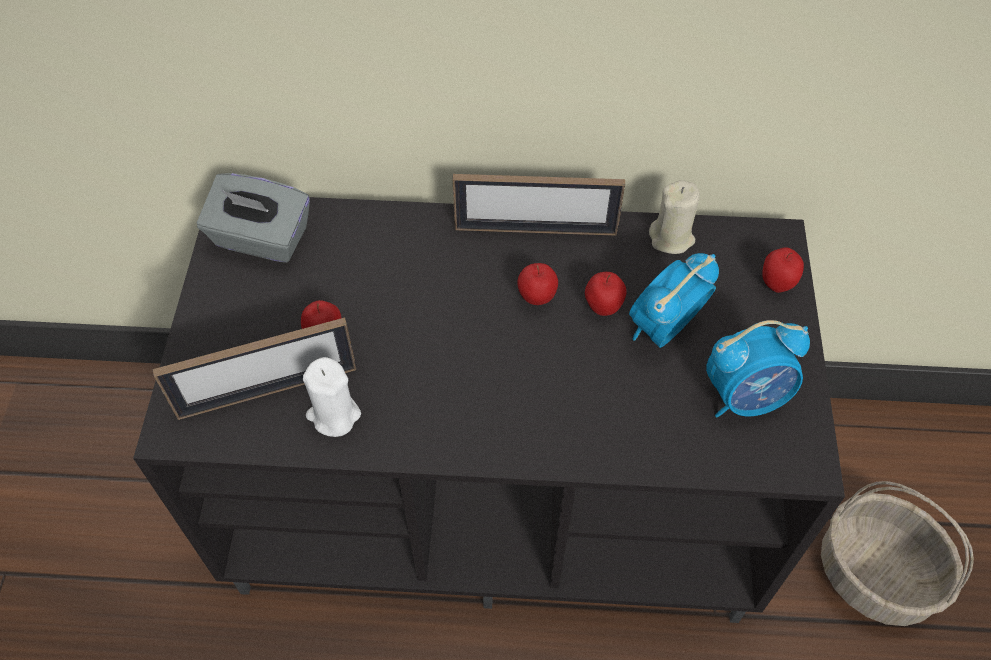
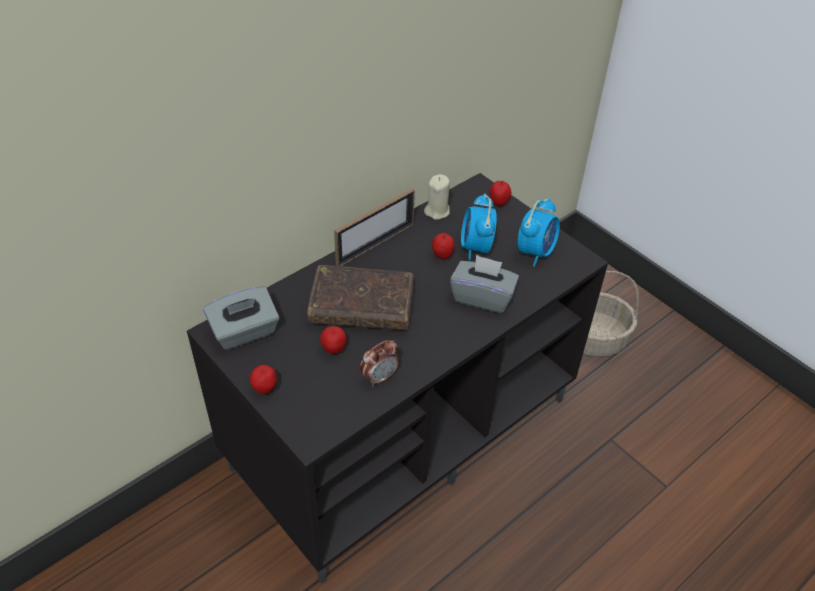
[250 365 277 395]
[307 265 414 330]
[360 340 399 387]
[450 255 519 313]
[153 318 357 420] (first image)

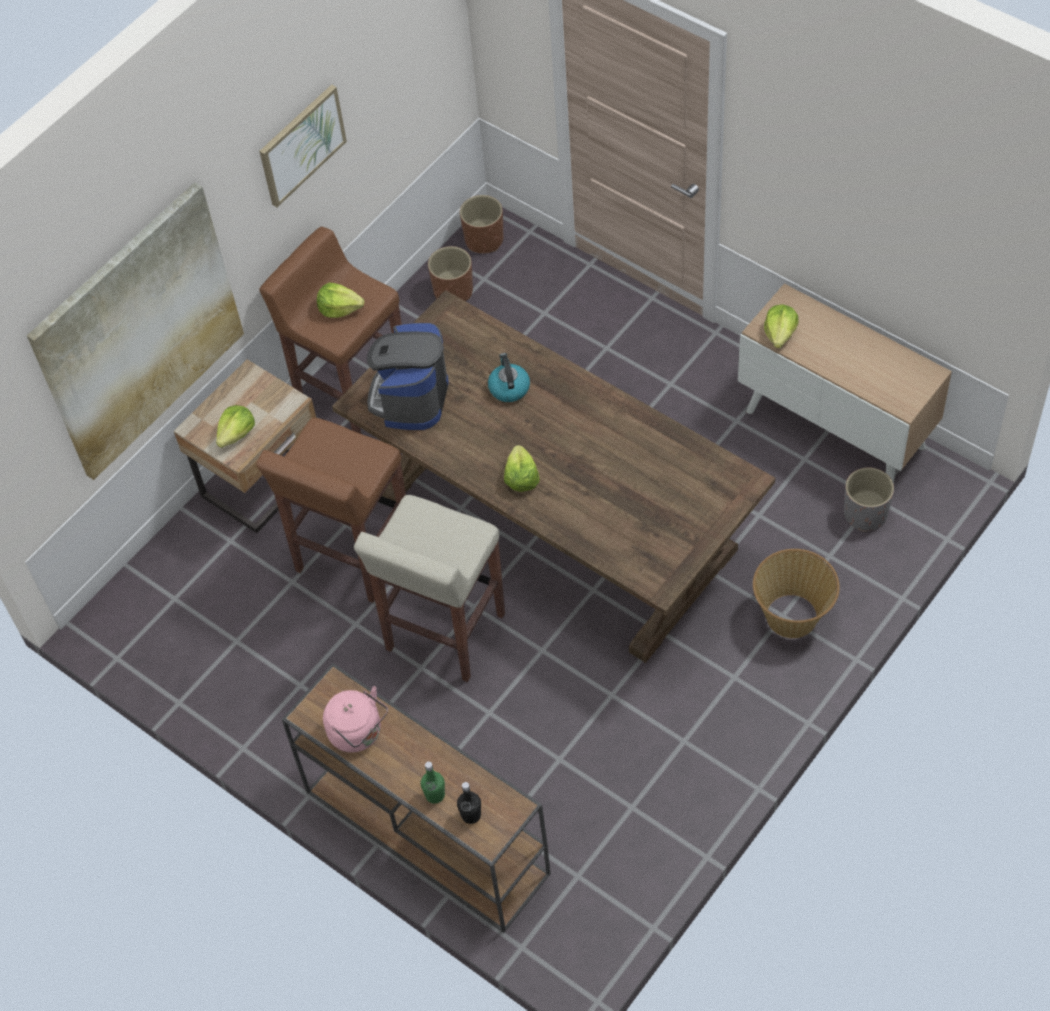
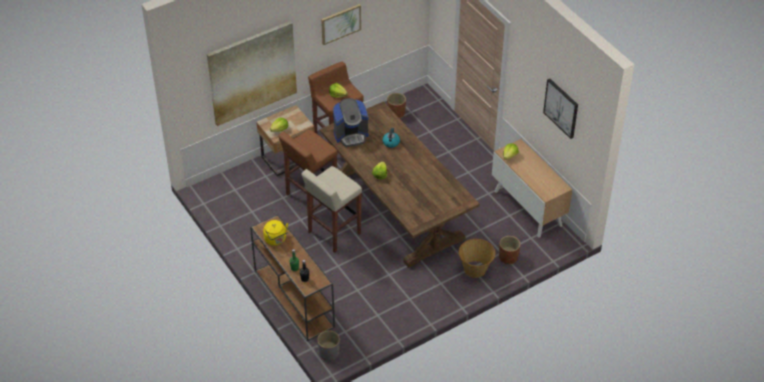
[263 220 289 245]
[317 330 340 360]
[333 98 369 147]
[499 236 521 264]
[543 79 578 139]

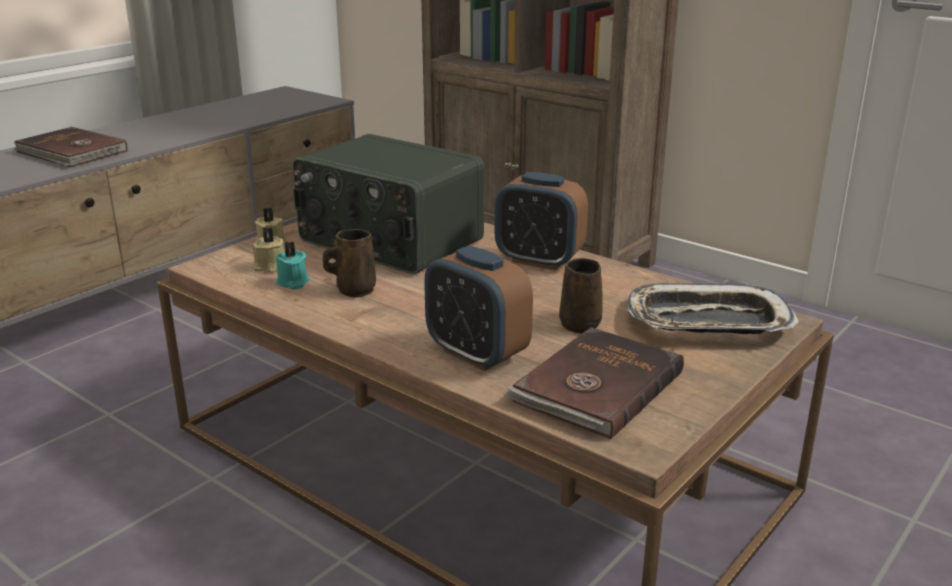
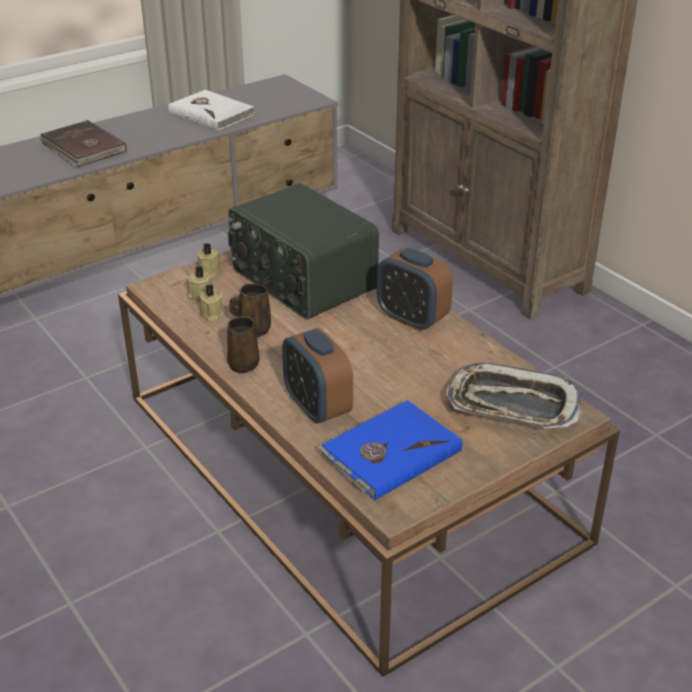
[168 90 255 131]
[199 284 224 322]
[227 316 260 373]
[317 400 462 500]

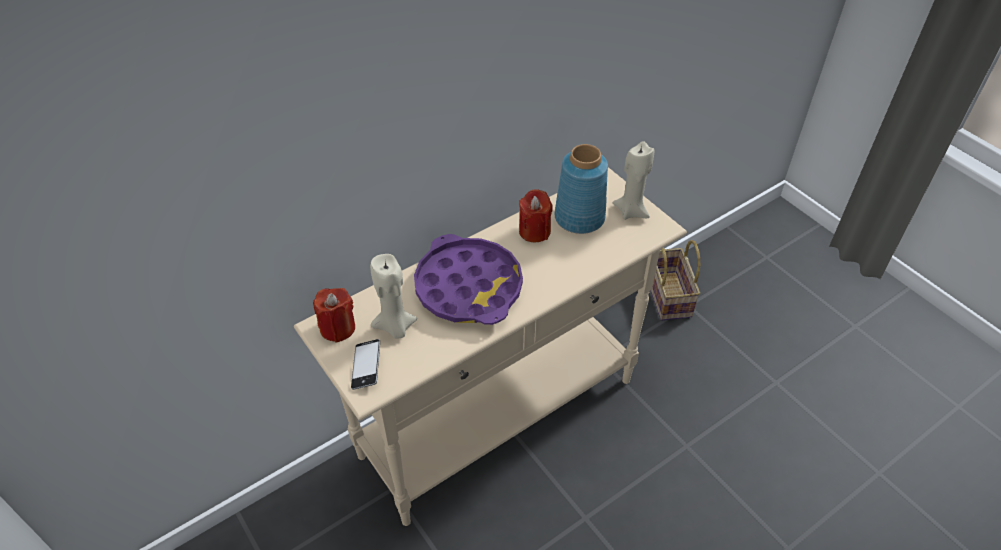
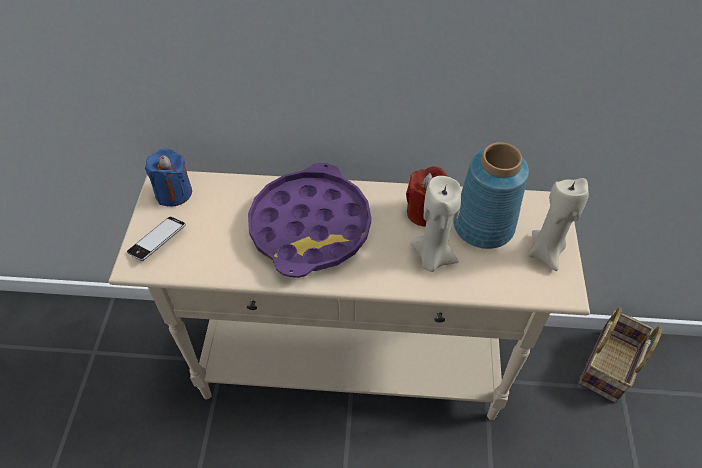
[145 148 192 207]
[410 176 461 272]

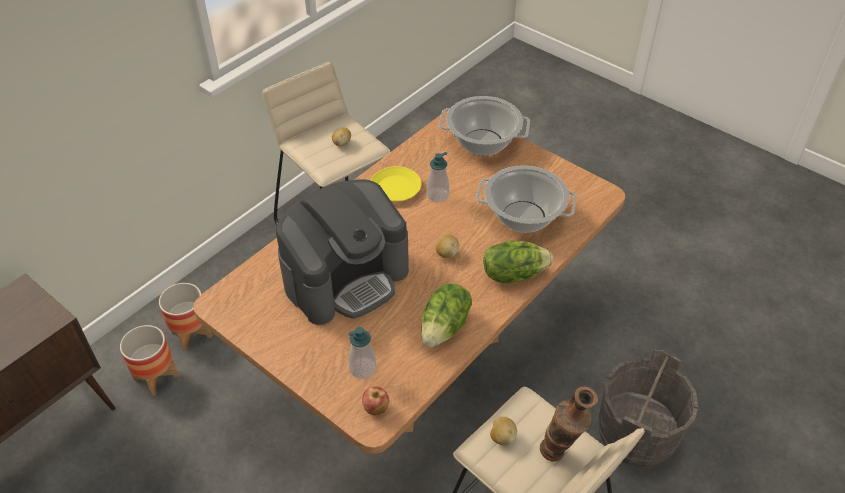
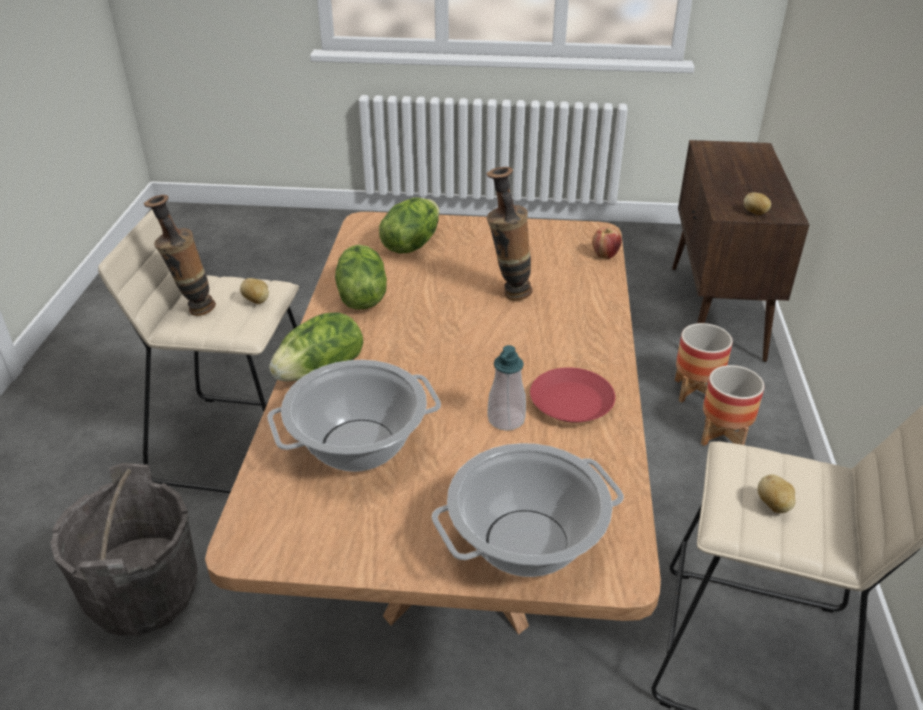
[379 198 439 253]
[487 167 533 300]
[530 367 615 423]
[592 227 622 259]
[744 192 771 215]

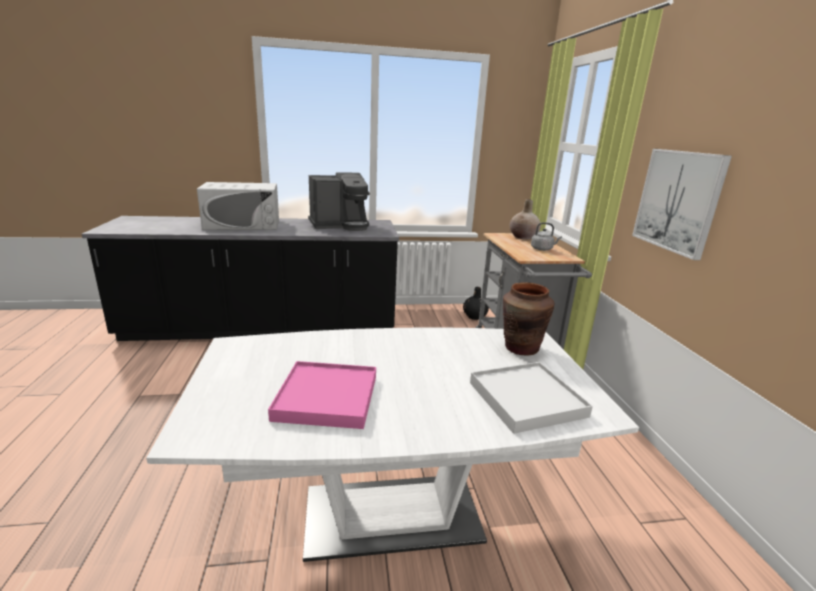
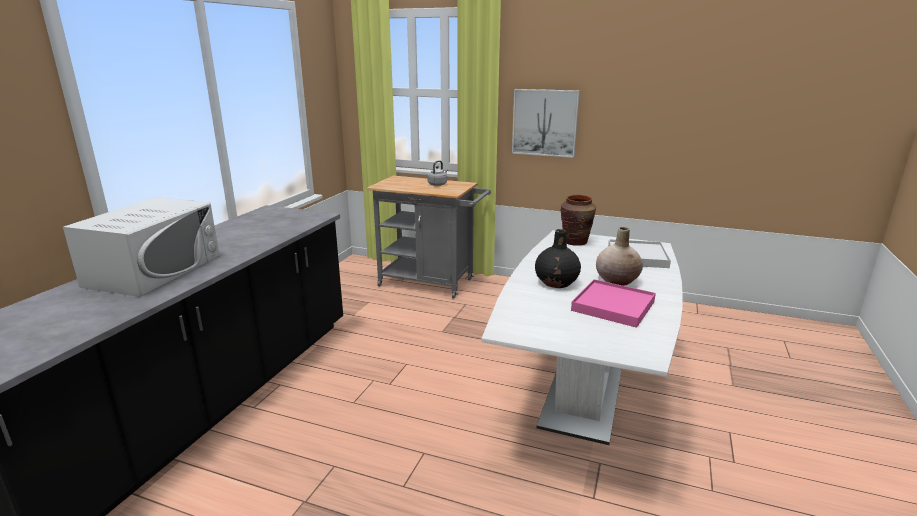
[535 229 581 288]
[596 227 643 286]
[308 173 370 231] (first image)

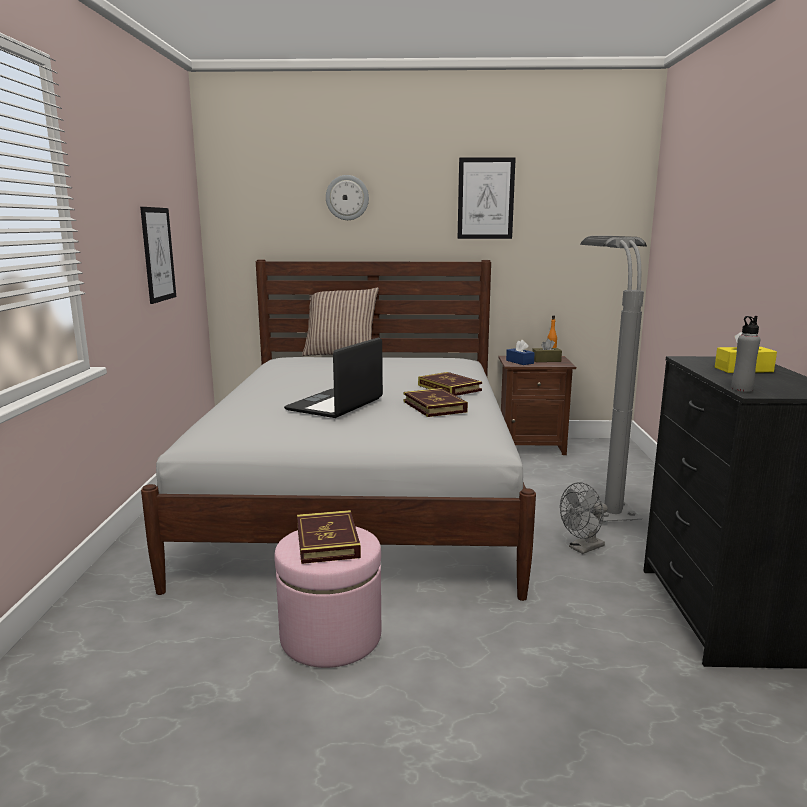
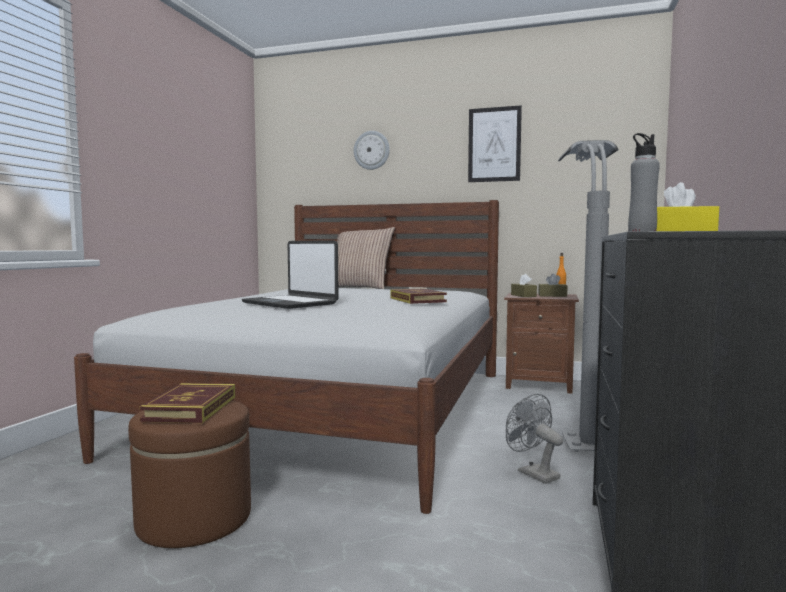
[128 400 251 548]
[242 240 339 309]
[506 394 563 484]
[511 273 537 297]
[140 207 176 304] (first image)
[403 388 468 417] (first image)

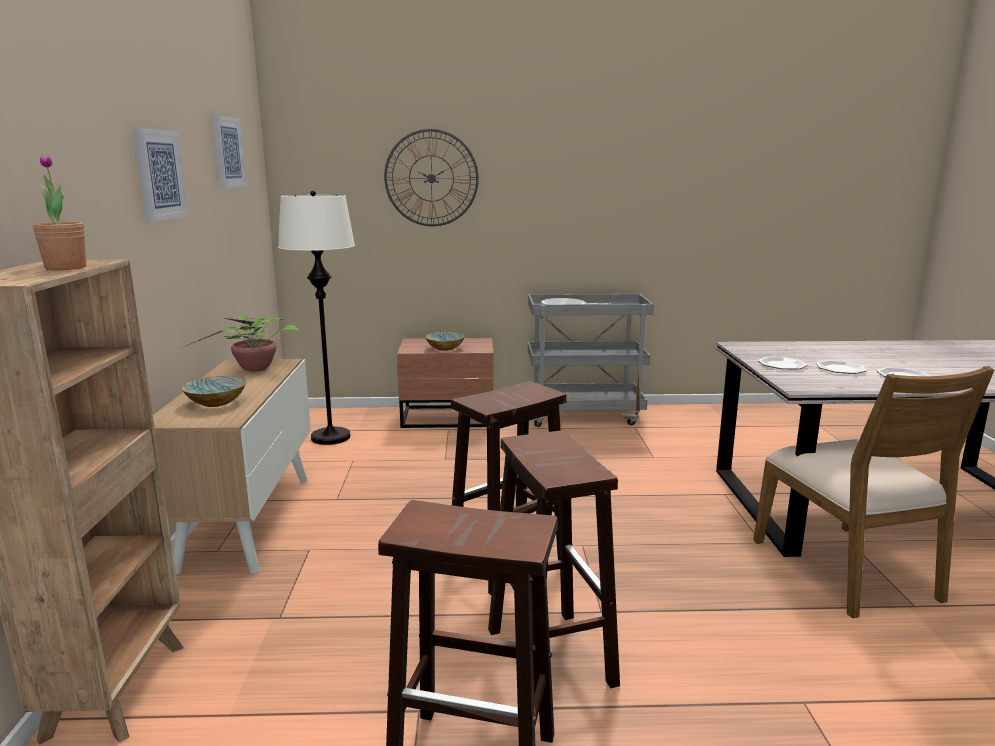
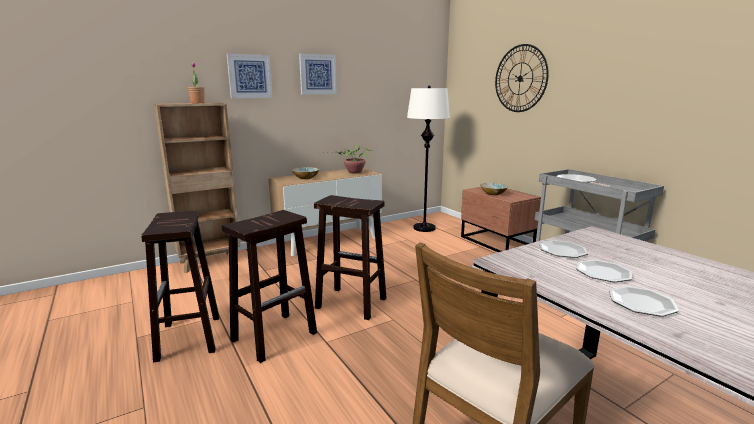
[227 54 273 98]

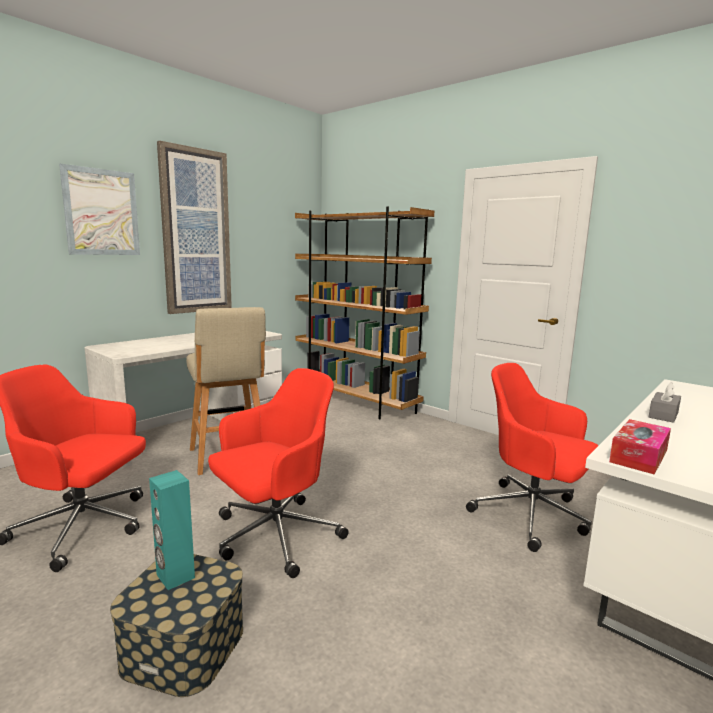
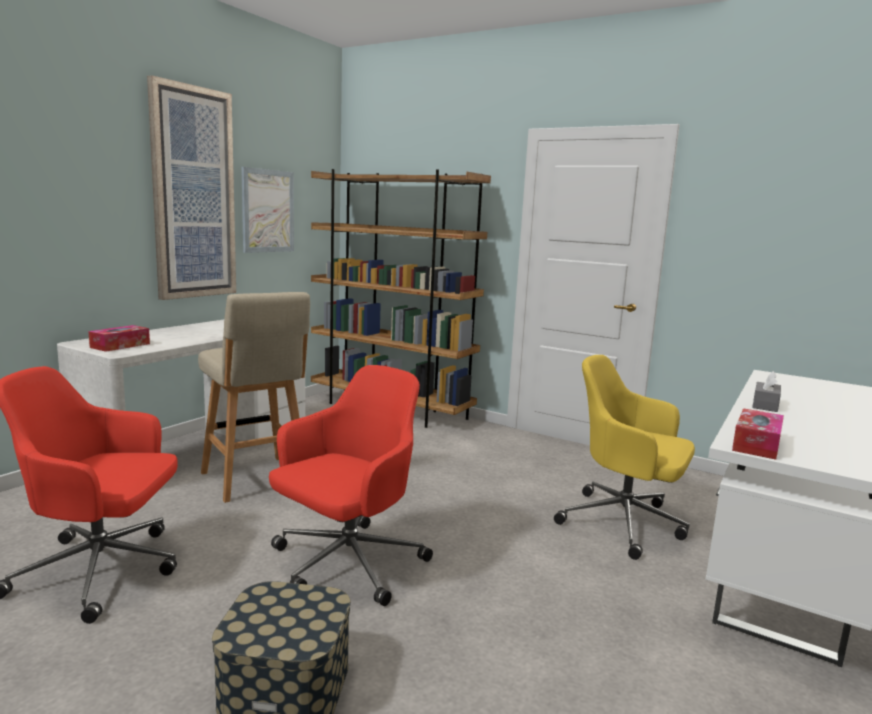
[88 325 150 352]
[241 167 294 253]
[554 355 695 560]
[149 470 195 590] (first image)

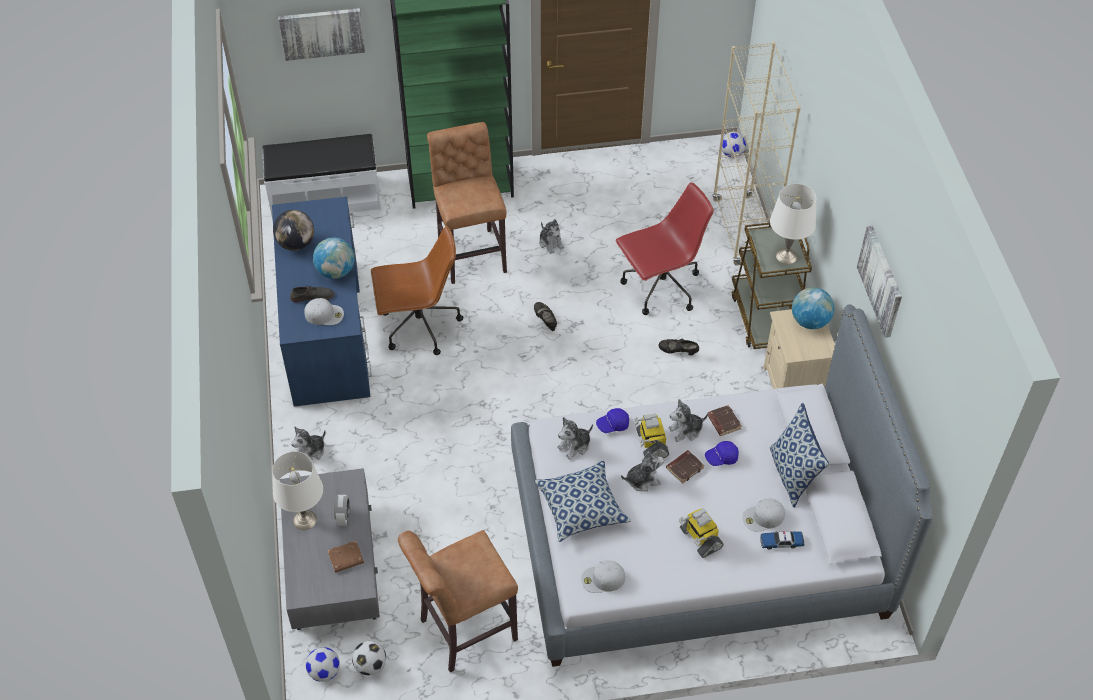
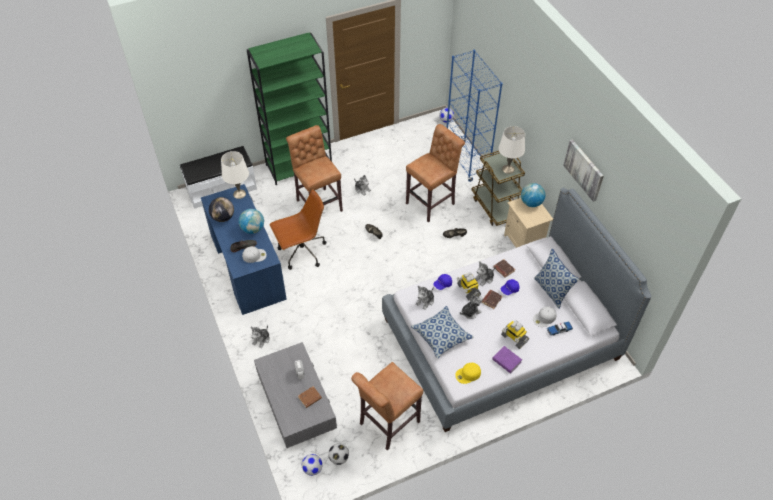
[221 151 249 199]
[406 124 465 222]
[447 50 503 182]
[455 363 481 384]
[492 346 522 374]
[278 8 365 61] (first image)

